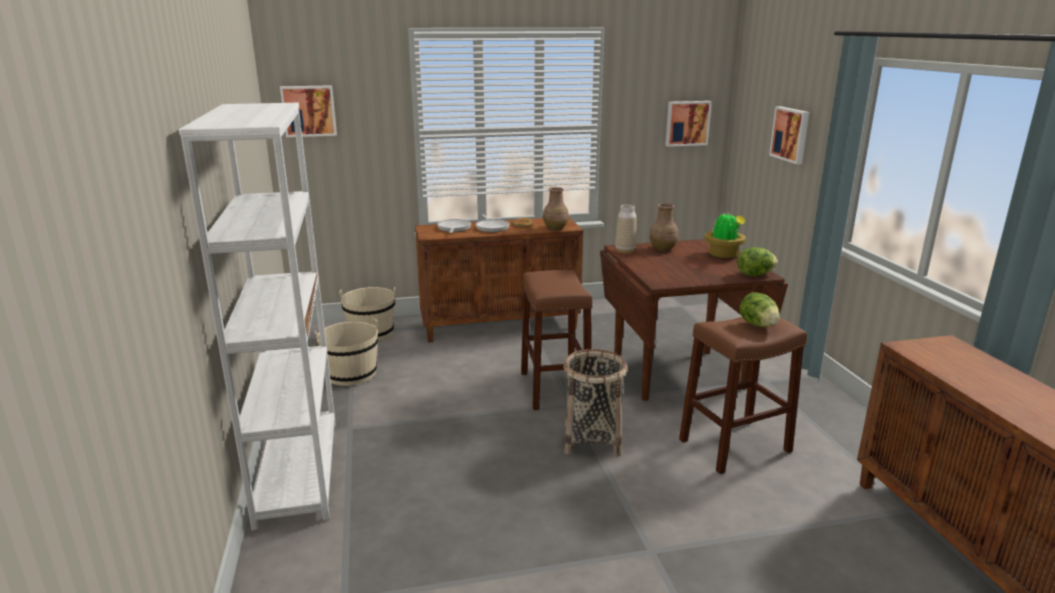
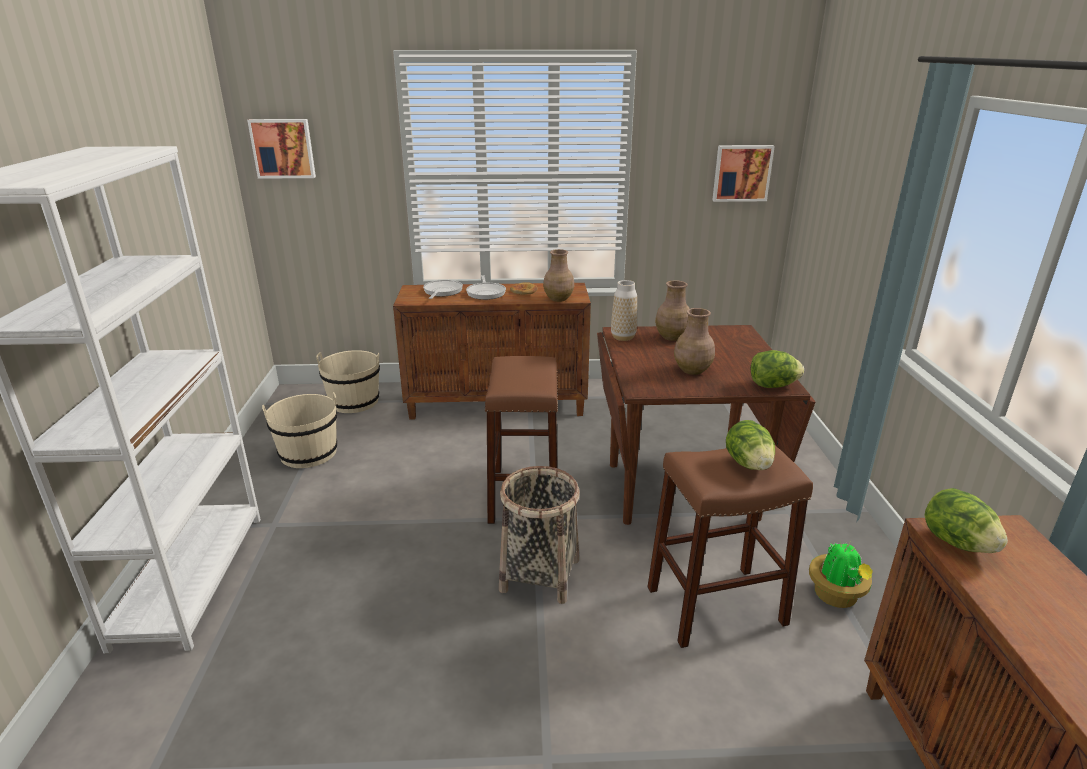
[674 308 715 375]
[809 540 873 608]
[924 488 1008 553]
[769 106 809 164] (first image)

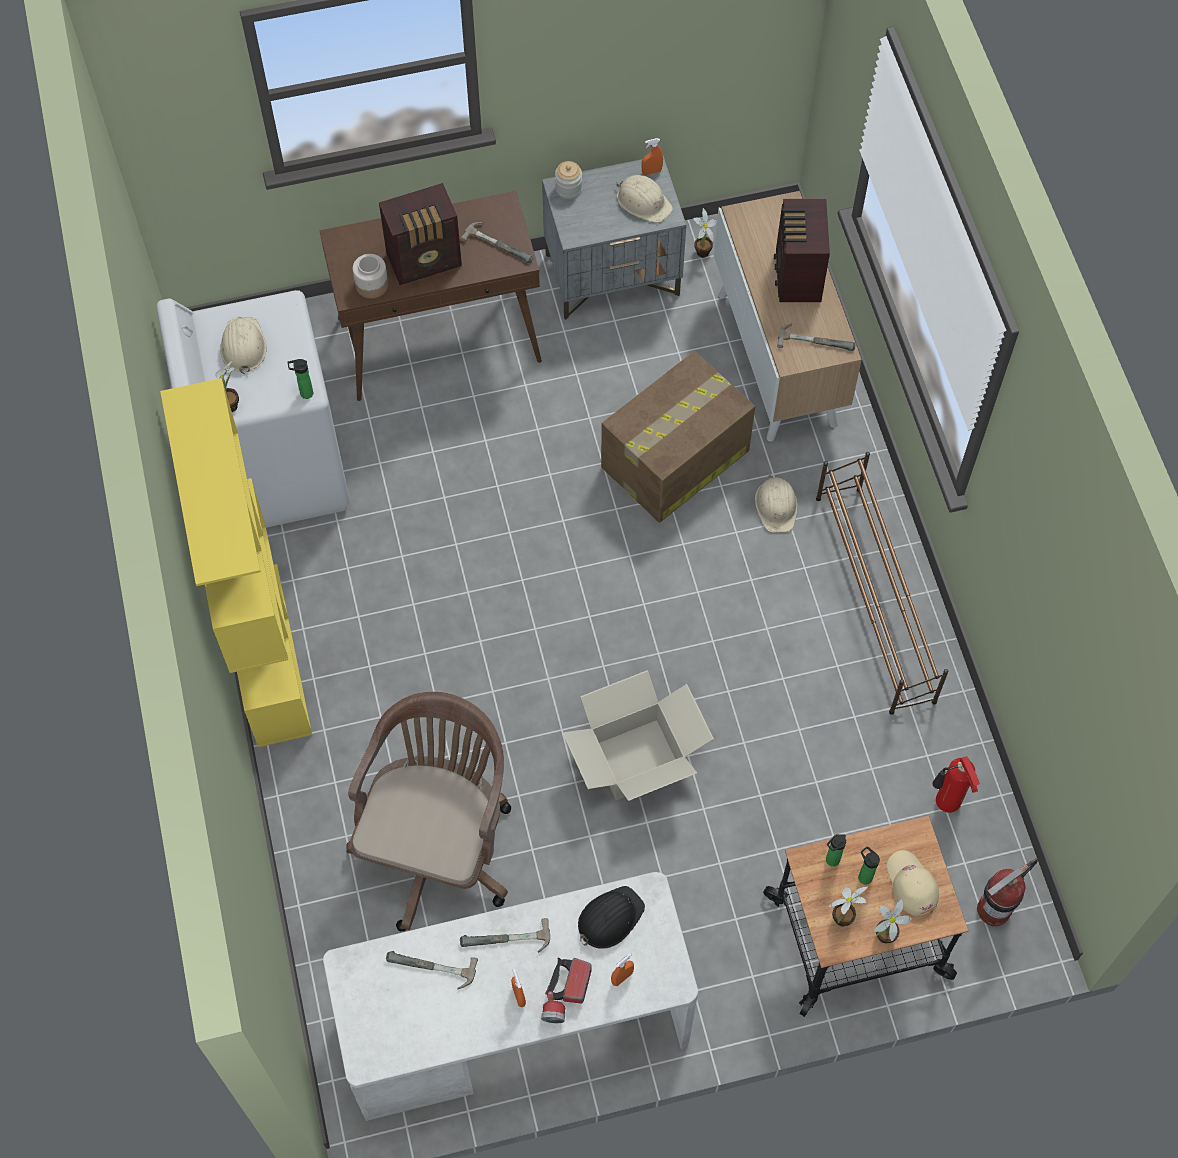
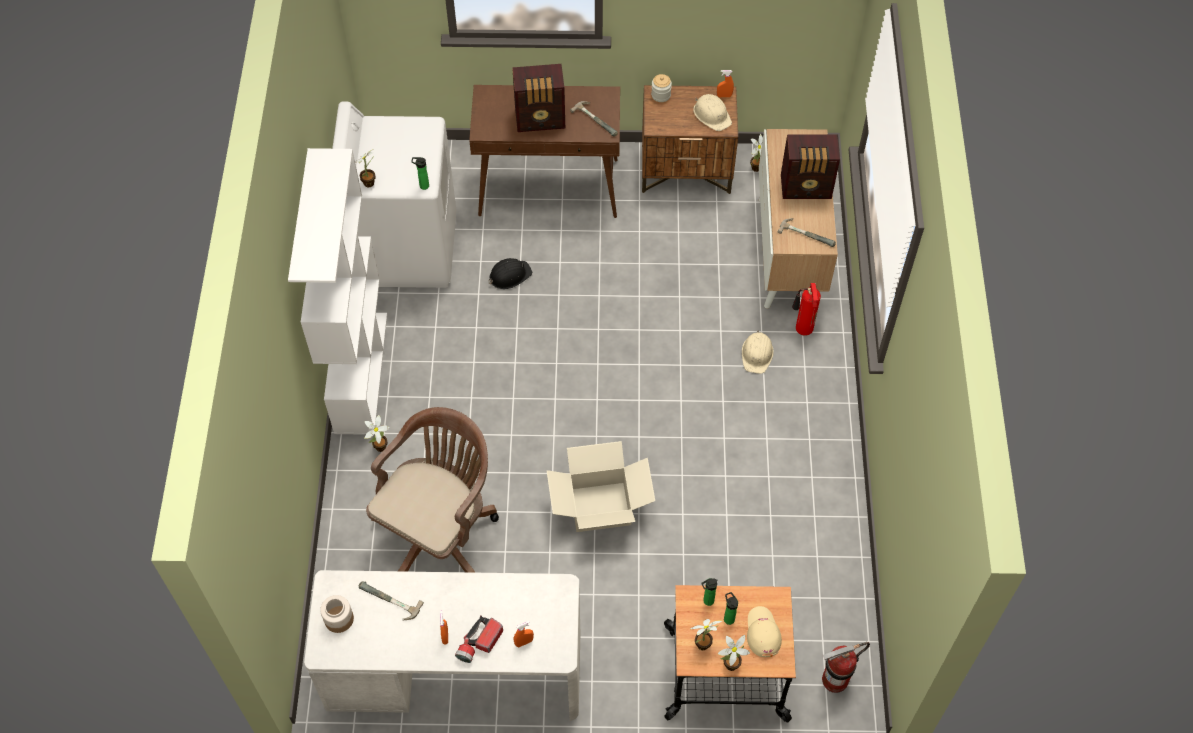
[288 148 387 435]
[320 595 354 633]
[364 415 390 452]
[488 258 532 289]
[642 85 738 194]
[781 134 840 199]
[792 283 821 336]
[220 317 267 375] (first image)
[460 918 550 953] (first image)
[601 351 755 523] (first image)
[816 452 948 715] (first image)

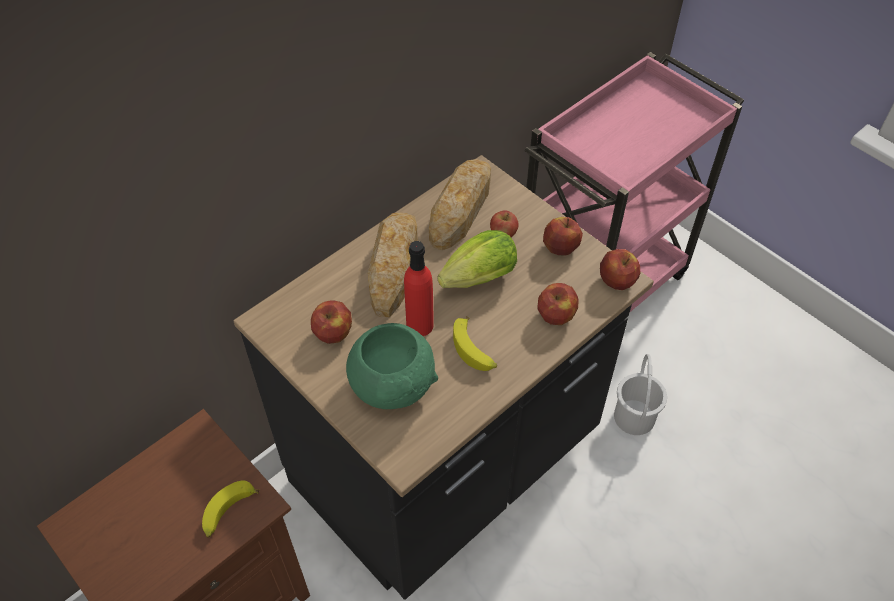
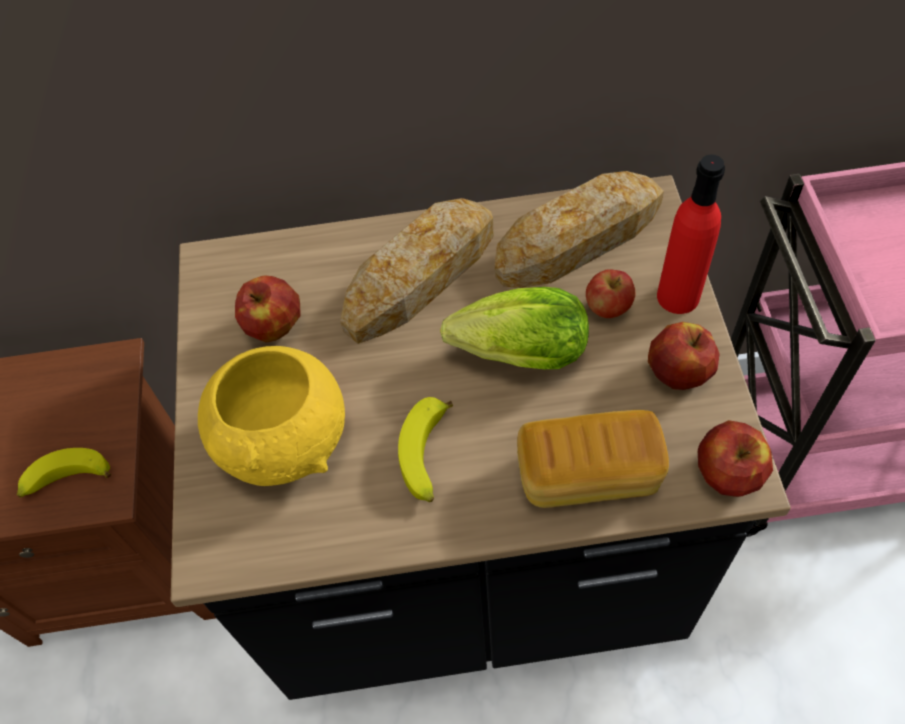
[198 346 345 486]
[517 410 669 508]
[657 154 725 314]
[614 354 667 435] (first image)

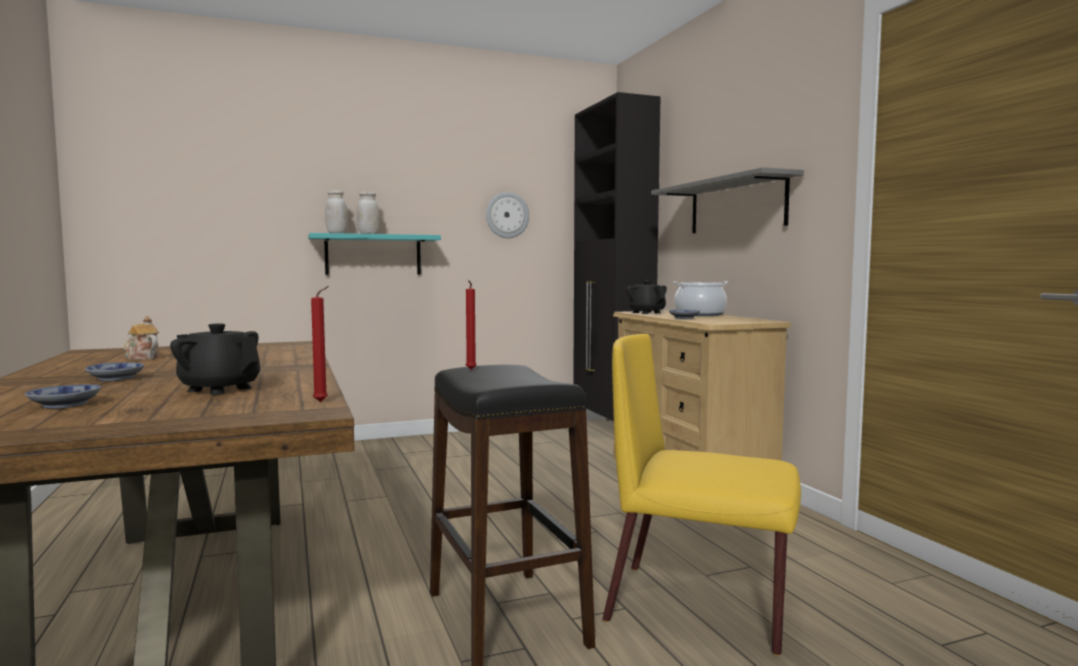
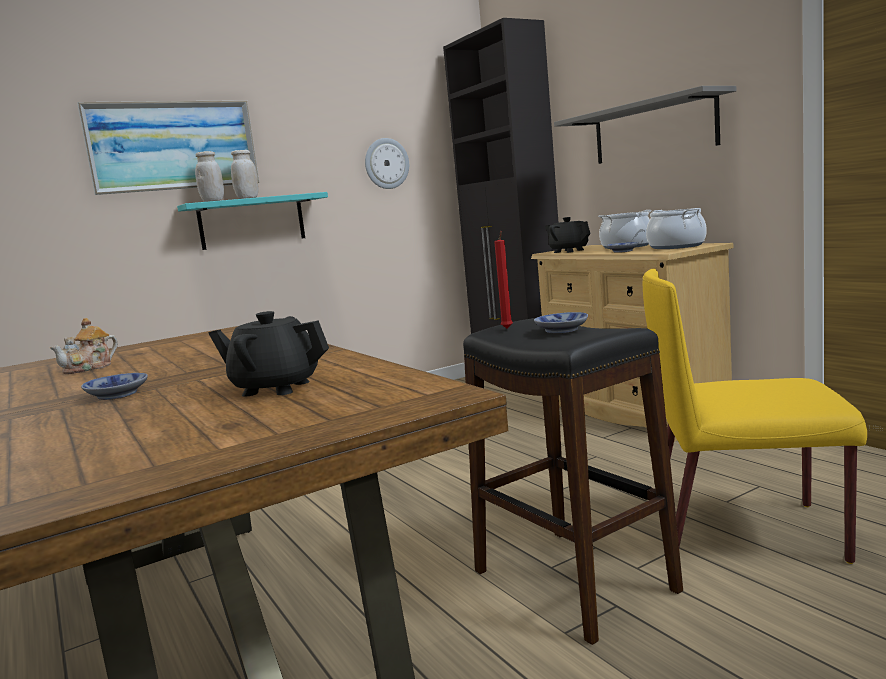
[50 318 118 374]
[77 100 259 195]
[534 312 588 333]
[646 208 707 249]
[311 286 329 402] (first image)

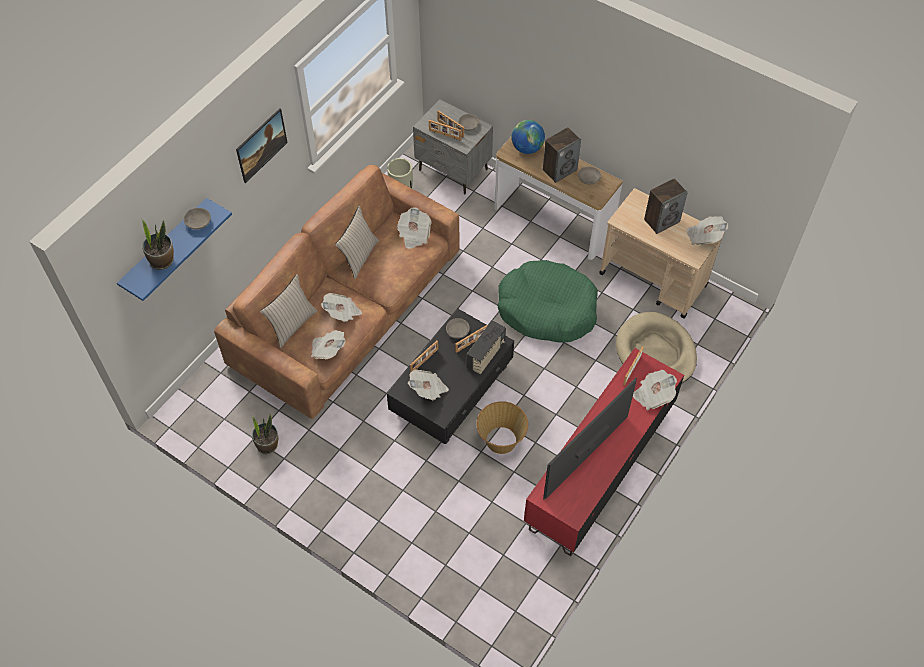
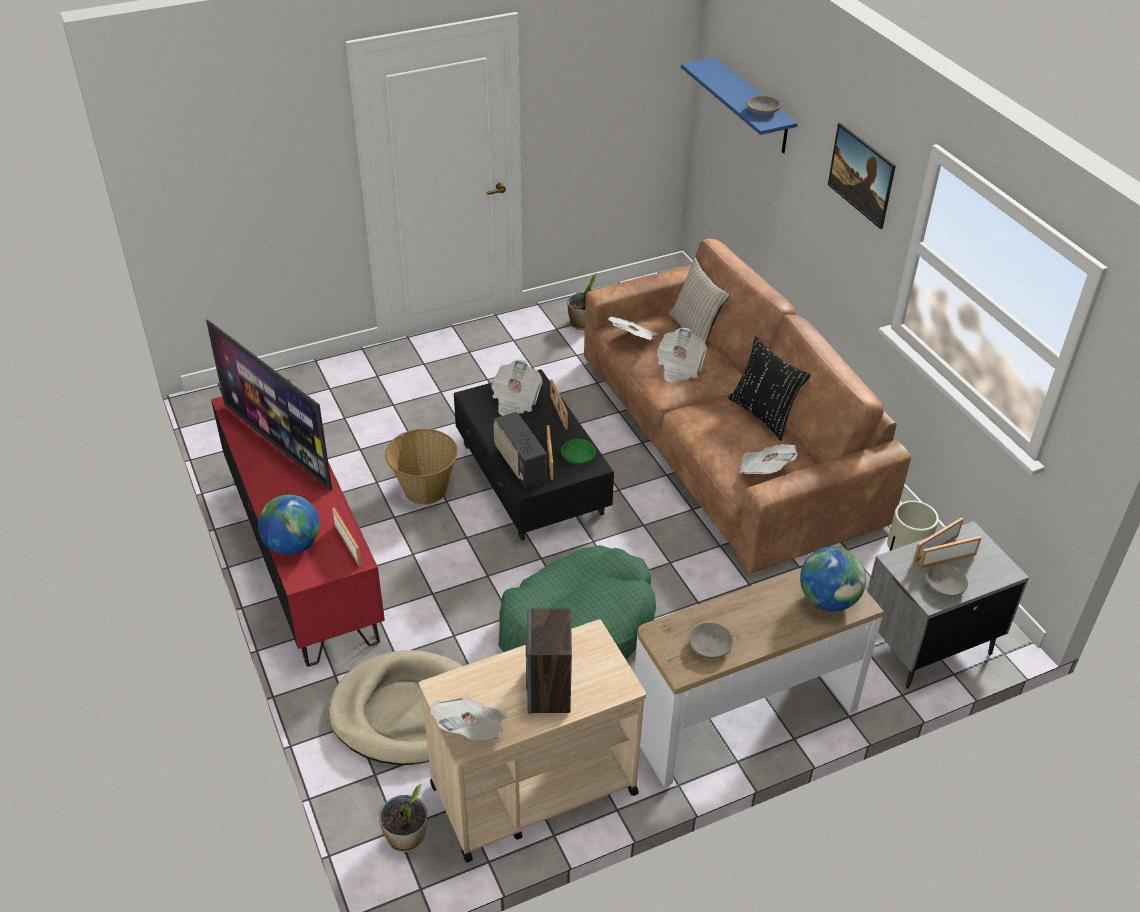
[206 319 332 491]
[258 495 320 555]
[379 784 427 852]
[561 439 596 465]
[728 336 811 441]
[543 127 581 183] (first image)

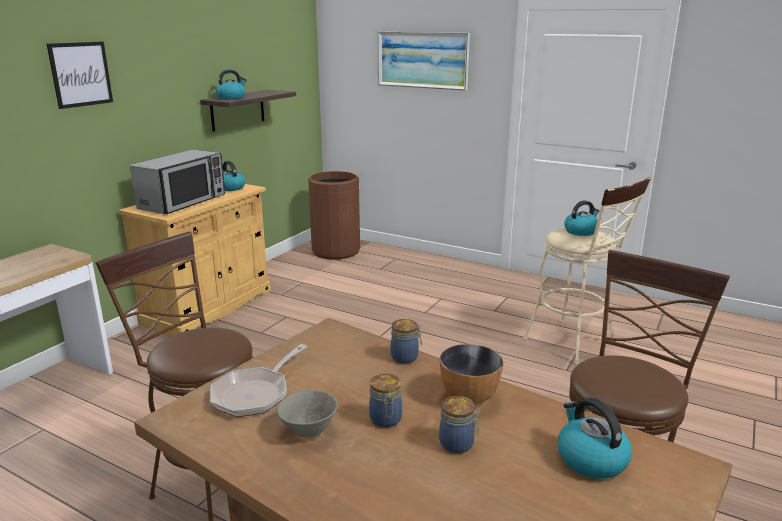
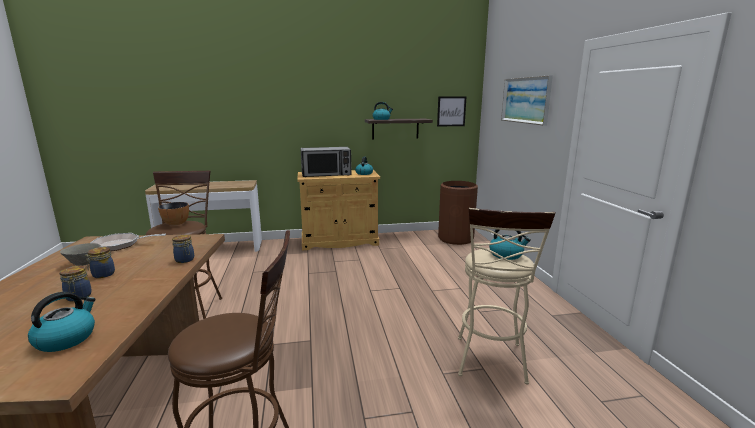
[158 202 189 226]
[437 97 466 126]

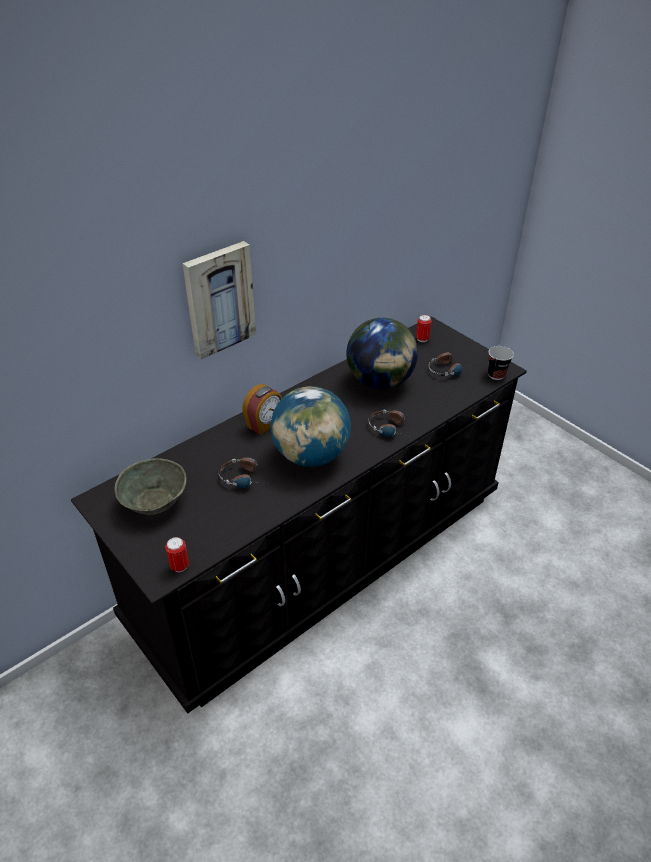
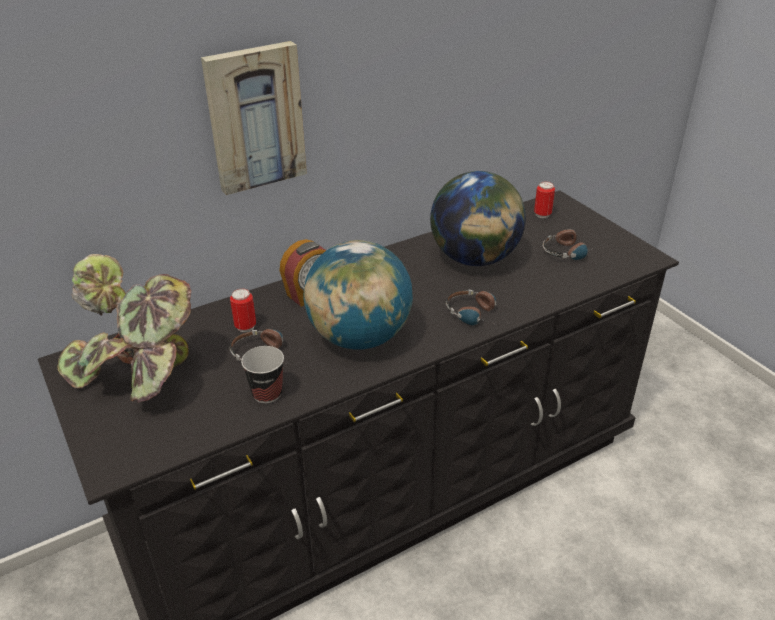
[57 254 191 403]
[230 288 256 332]
[241 346 284 404]

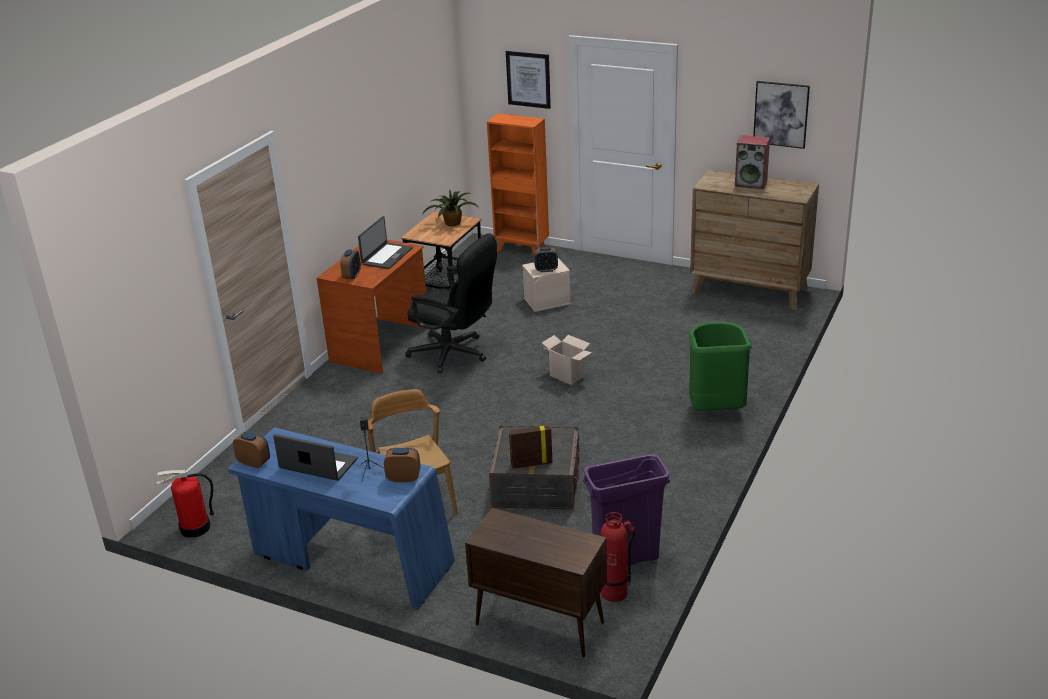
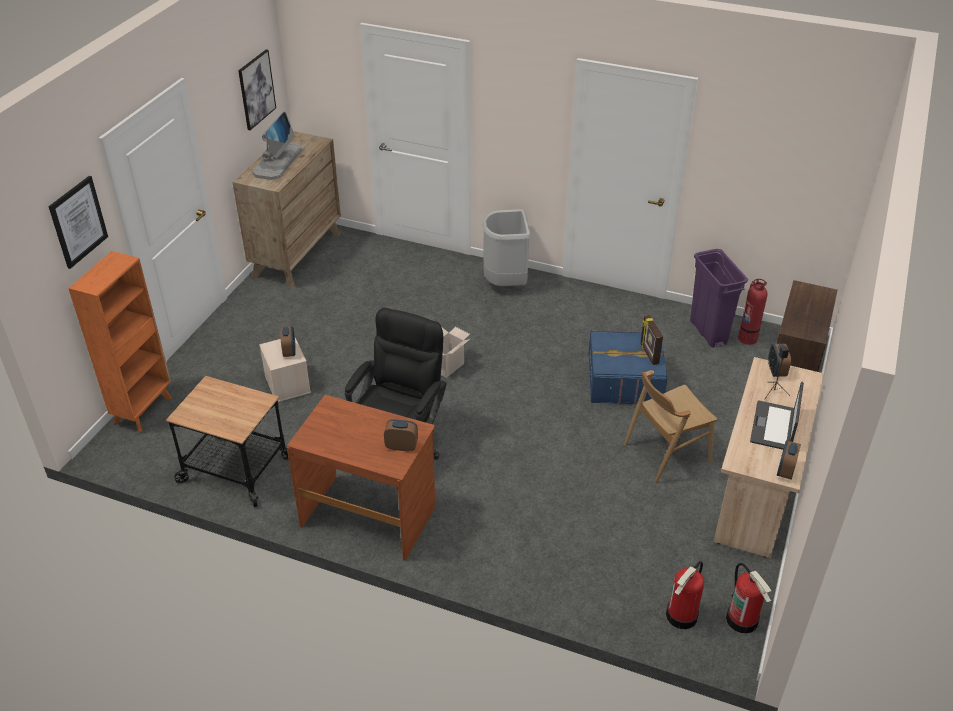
[253 111 303 180]
[482 209 531 286]
[588 331 667 405]
[666 561 704 629]
[714 357 824 558]
[358 216 413 269] (first image)
[422 189 479 226] (first image)

